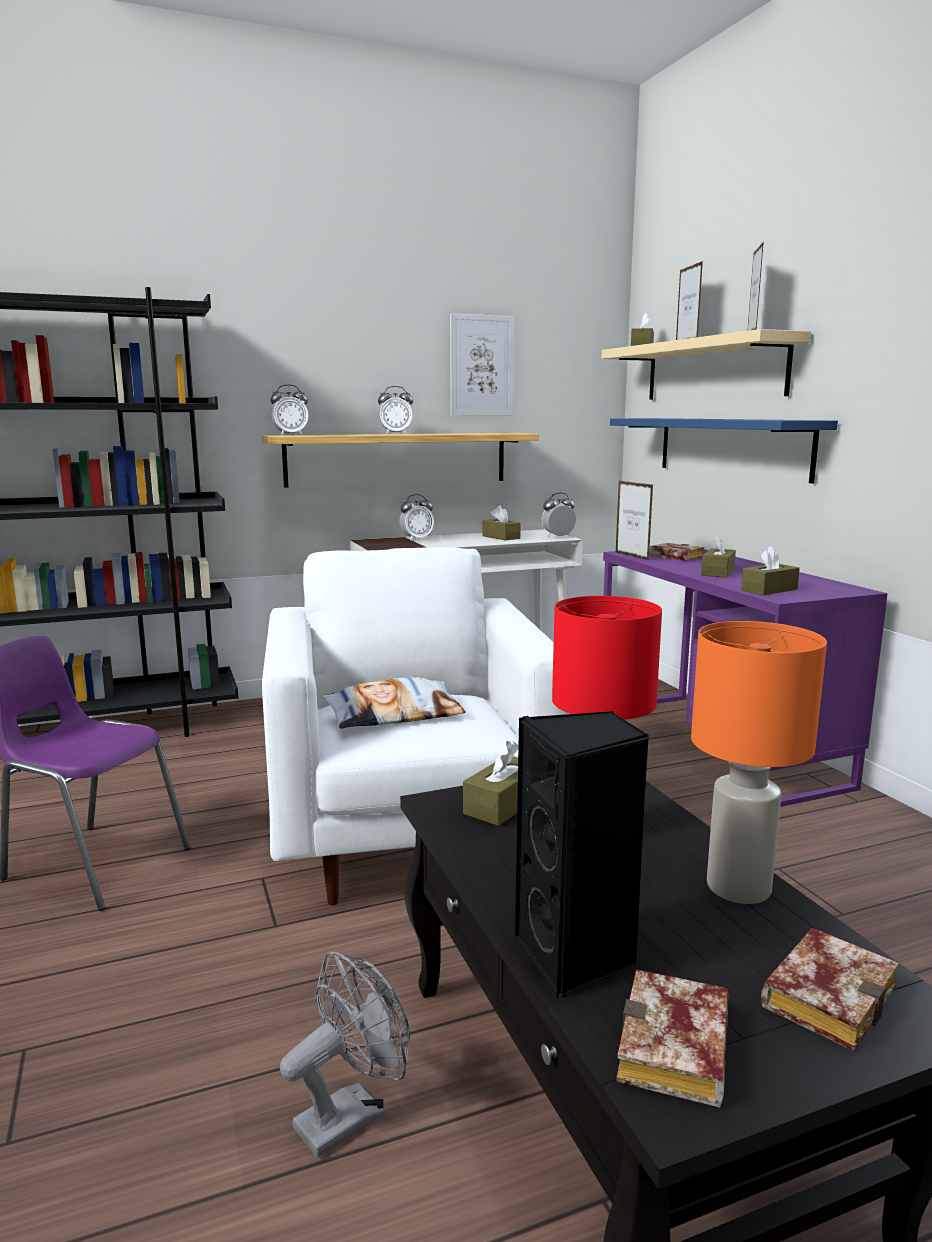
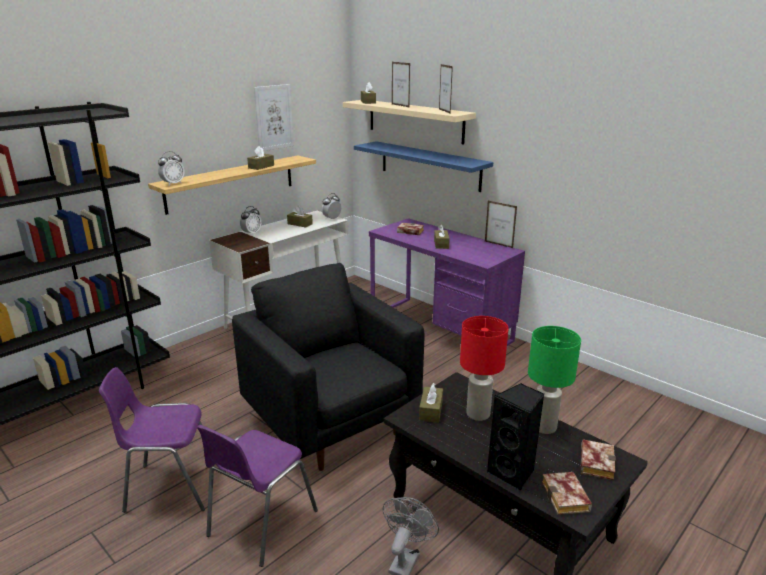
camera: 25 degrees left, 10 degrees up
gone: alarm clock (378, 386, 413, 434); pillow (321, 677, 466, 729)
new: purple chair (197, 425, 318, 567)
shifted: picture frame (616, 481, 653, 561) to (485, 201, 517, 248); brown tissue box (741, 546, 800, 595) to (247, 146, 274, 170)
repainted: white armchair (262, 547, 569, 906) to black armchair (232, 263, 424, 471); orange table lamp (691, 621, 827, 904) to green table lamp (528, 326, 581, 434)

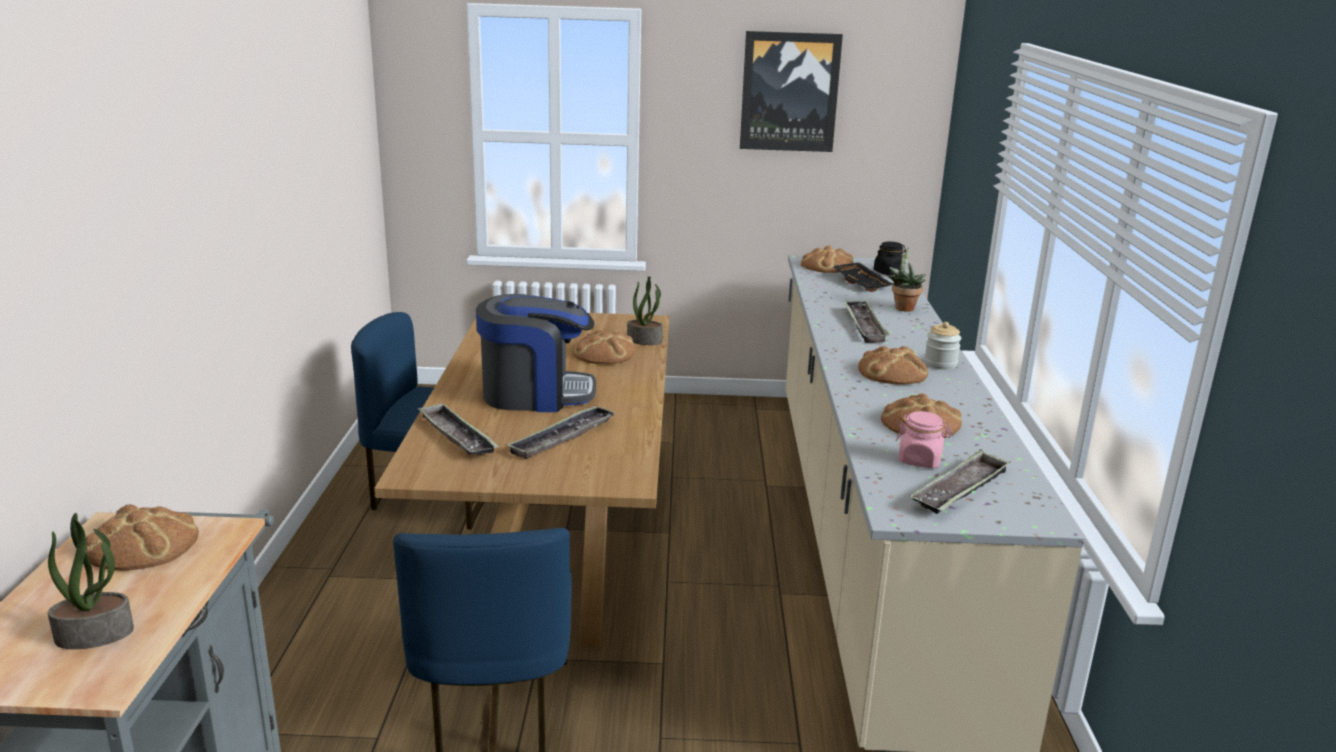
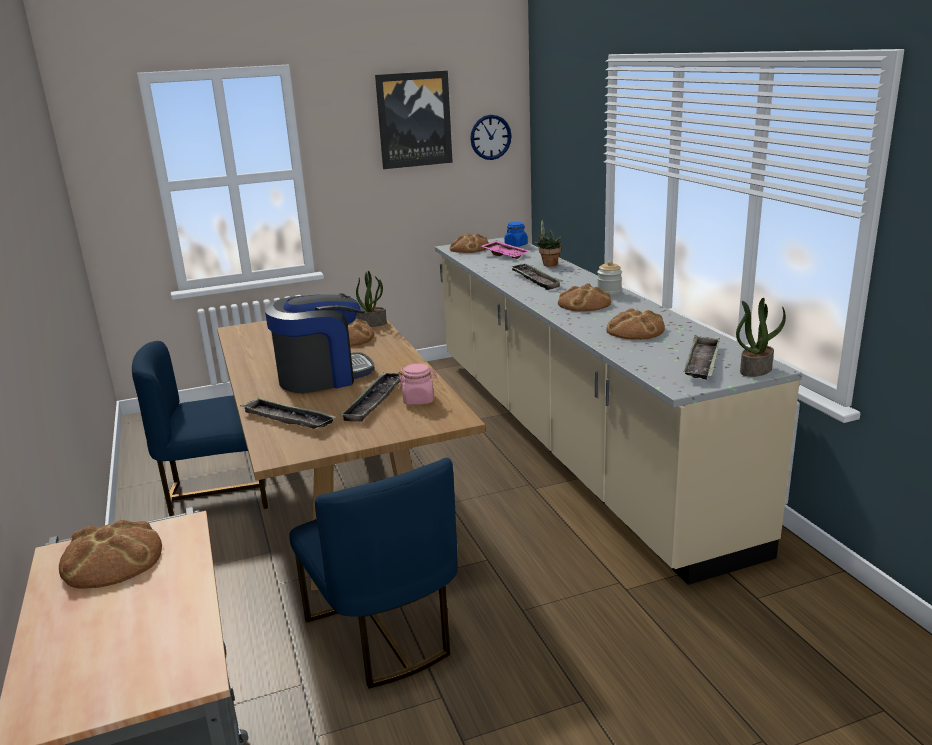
camera: 20 degrees left, 0 degrees up
new: wall clock (470, 115, 511, 160)
shifted: pink jar (895, 411, 952, 468) to (398, 363, 437, 405); potted plant (48, 513, 134, 649) to (736, 298, 786, 377)
repainted: black jar (874, 241, 906, 275) to blue jar (504, 222, 528, 247); black tray (832, 262, 892, 292) to pink tray (481, 241, 529, 259)

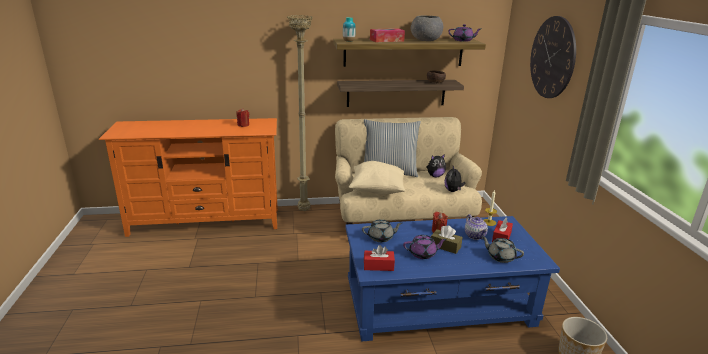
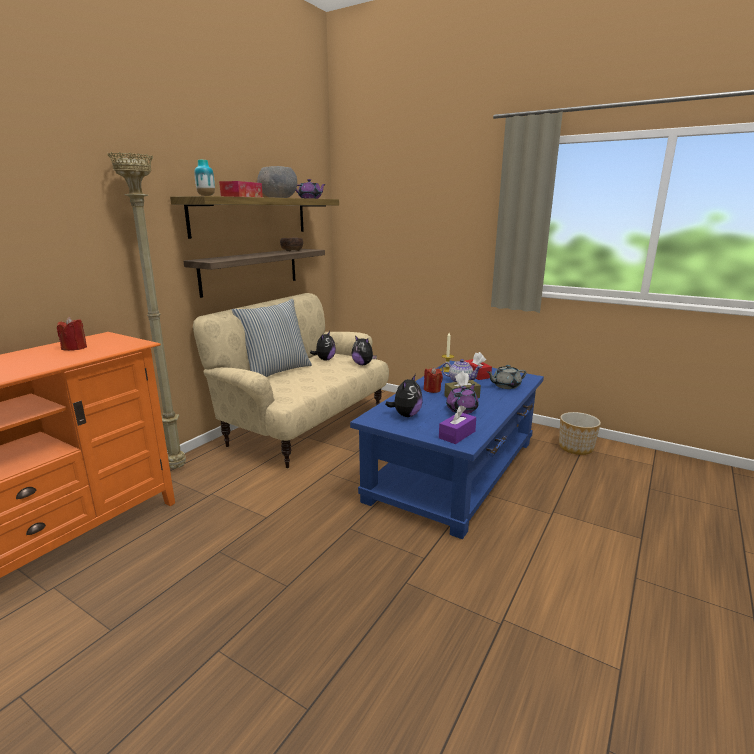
camera: 50 degrees left, 5 degrees down
gone: wall clock (530, 16, 576, 98); beige pillow (349, 161, 405, 194)
swapped: grey teapot (362, 220, 402, 242) to plush toy (385, 374, 423, 417)
repainted: red tissue box (364, 245, 395, 271) to purple tissue box (439, 405, 476, 444)

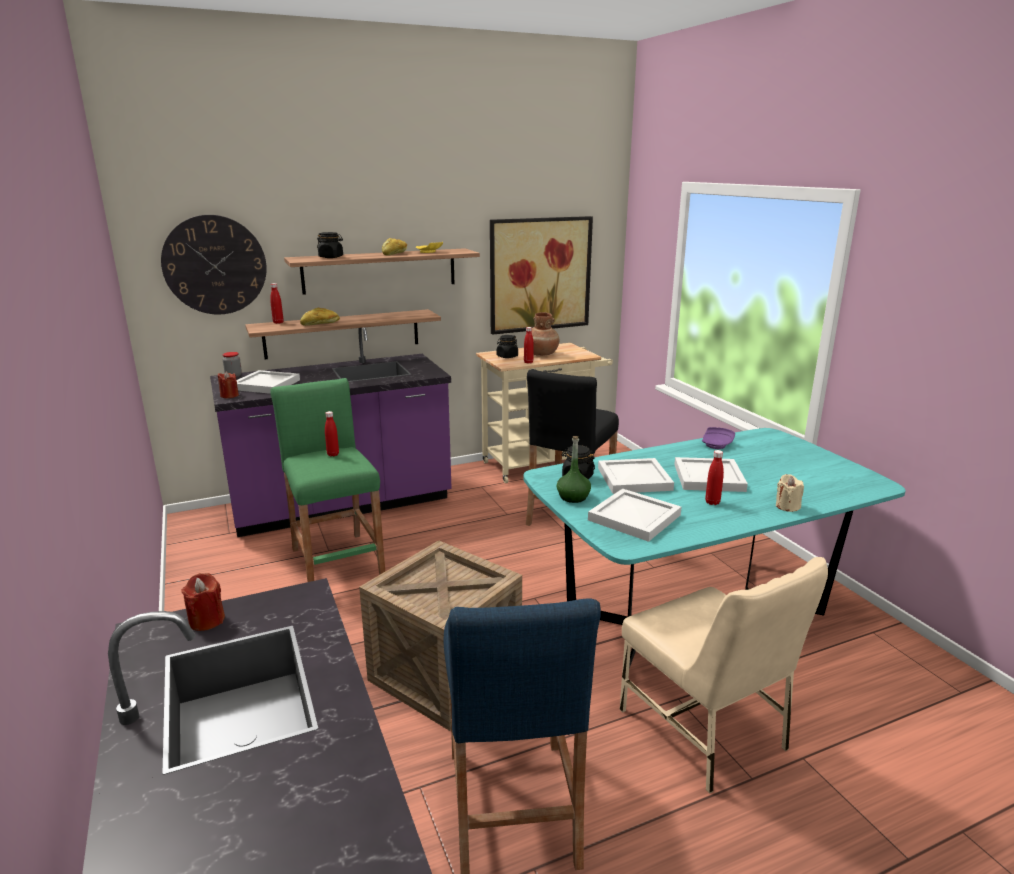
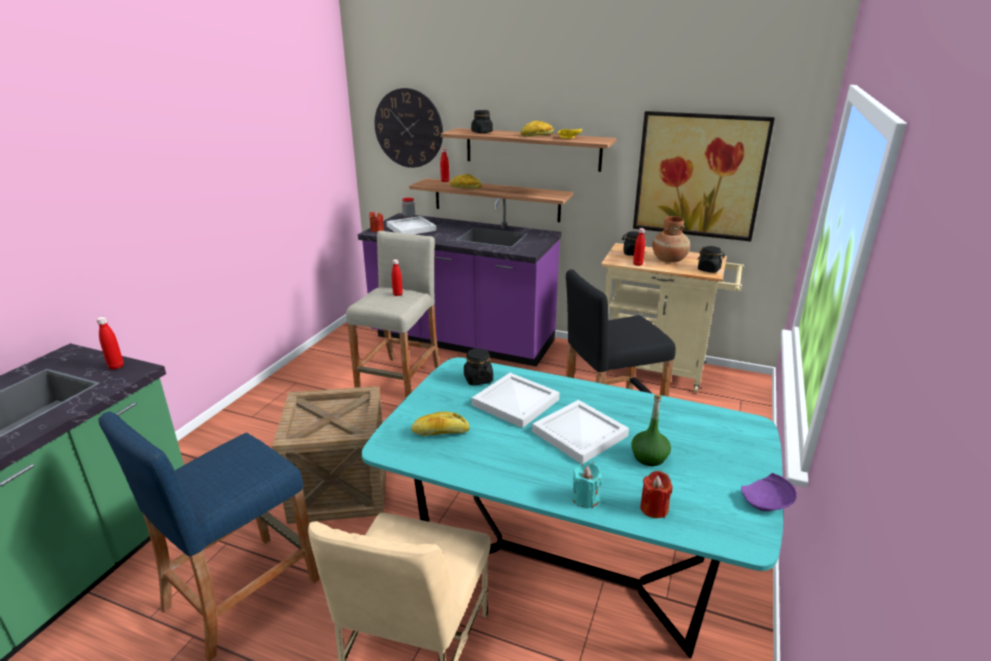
camera: 45 degrees right, 5 degrees up
new: black jar (697, 246, 725, 273)
shifted: purple plate (702, 427, 735, 449) to (741, 473, 797, 511); green bottle (557, 436, 591, 503) to (631, 394, 671, 466); red bottle (705, 450, 724, 505) to (96, 317, 124, 370); red candle (181, 573, 225, 631) to (640, 471, 673, 518)
swapped: white tray (588, 488, 681, 542) to bread (411, 412, 470, 436)
repainted: green stool (270, 378, 385, 582) to beige stool (346, 231, 440, 398); beige candle (776, 474, 804, 512) to turquoise candle (572, 462, 602, 508)

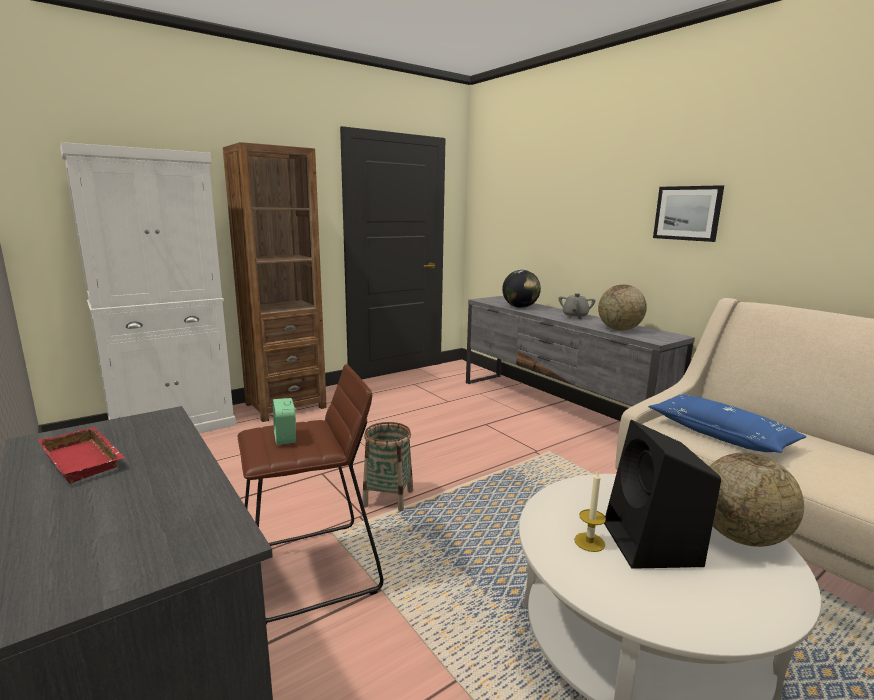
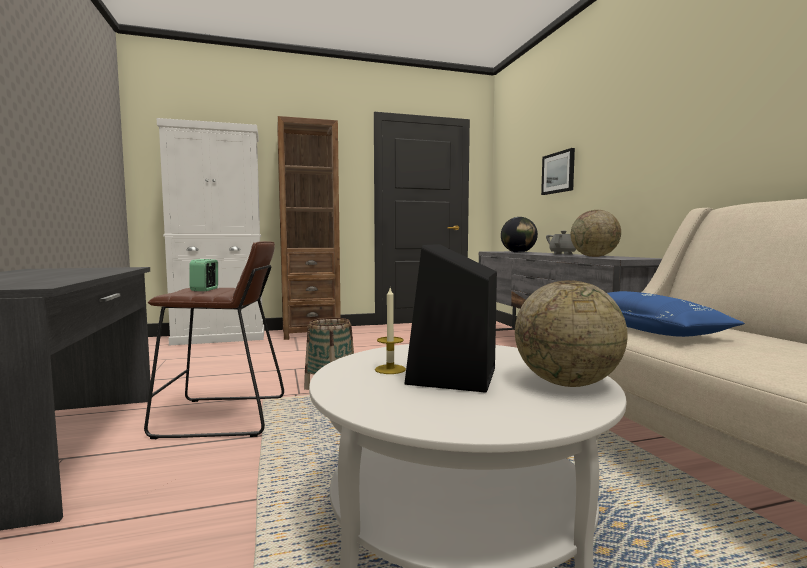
camera: 20 degrees right, 10 degrees down
gone: red tray (38, 427, 125, 484)
shifted: picture (653, 185, 724, 242) to (541, 148, 575, 195)

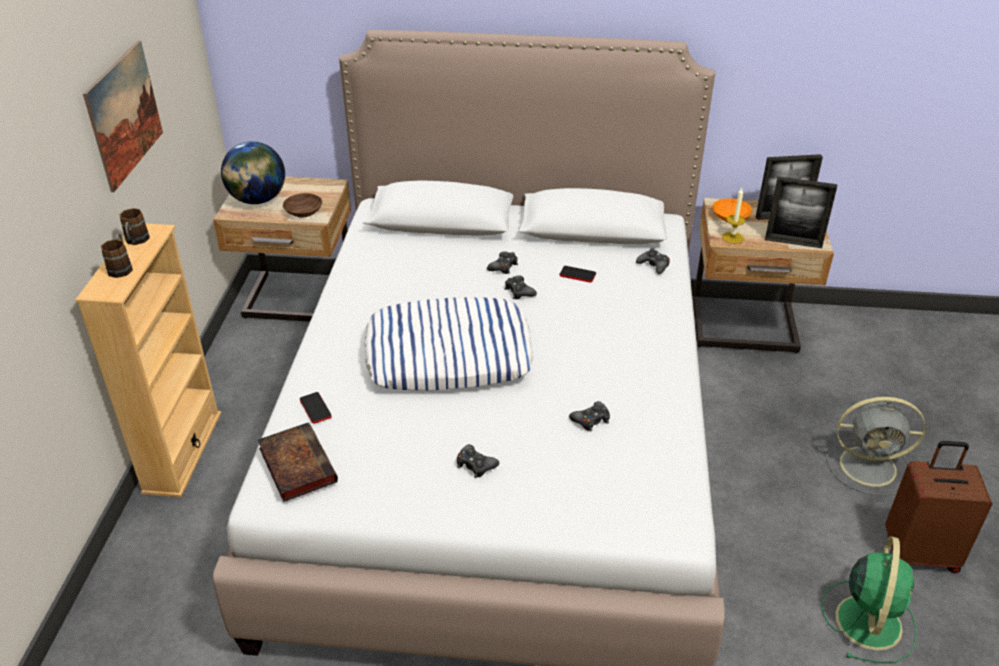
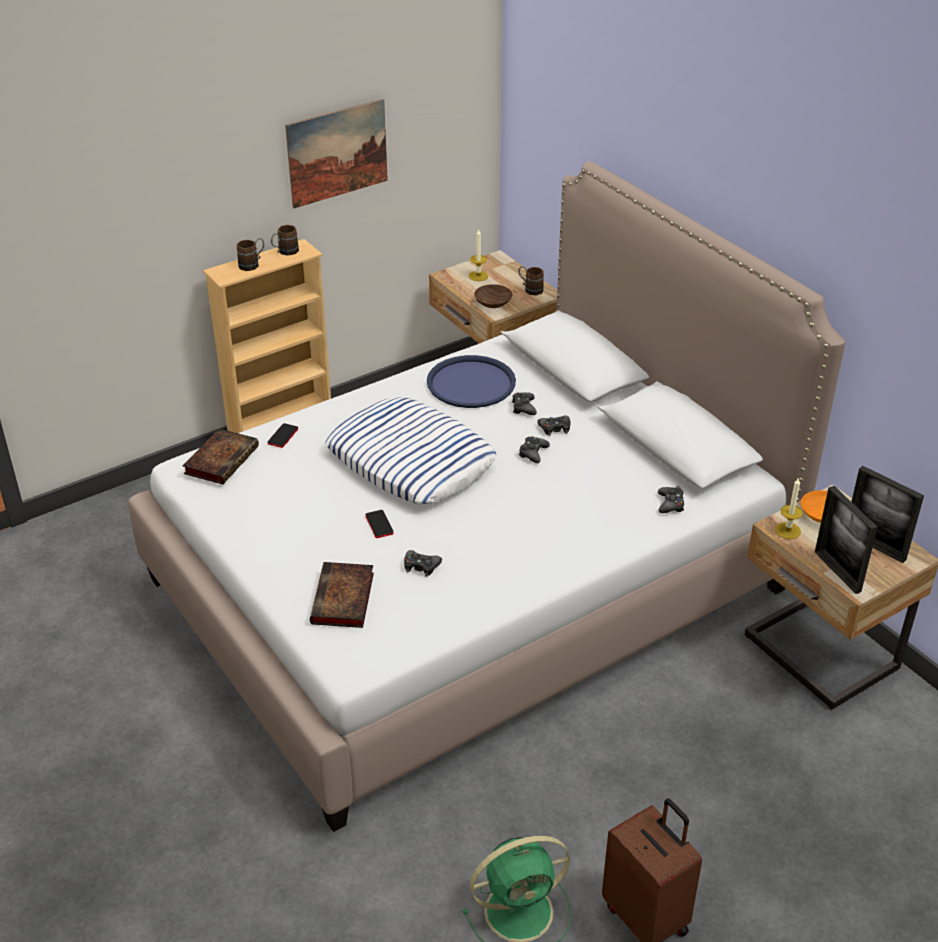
camera: 50 degrees right, 0 degrees up
gone: grey fan (824, 397, 926, 496)
new: brown mug (519, 266, 544, 295); blue tray (427, 355, 516, 408); book (310, 562, 374, 628)
shifted: phone (560, 266, 596, 283) to (365, 510, 394, 538); black game controller (457, 444, 499, 478) to (512, 392, 537, 415)
swapped: globe (221, 141, 285, 204) to candle (469, 230, 488, 281)

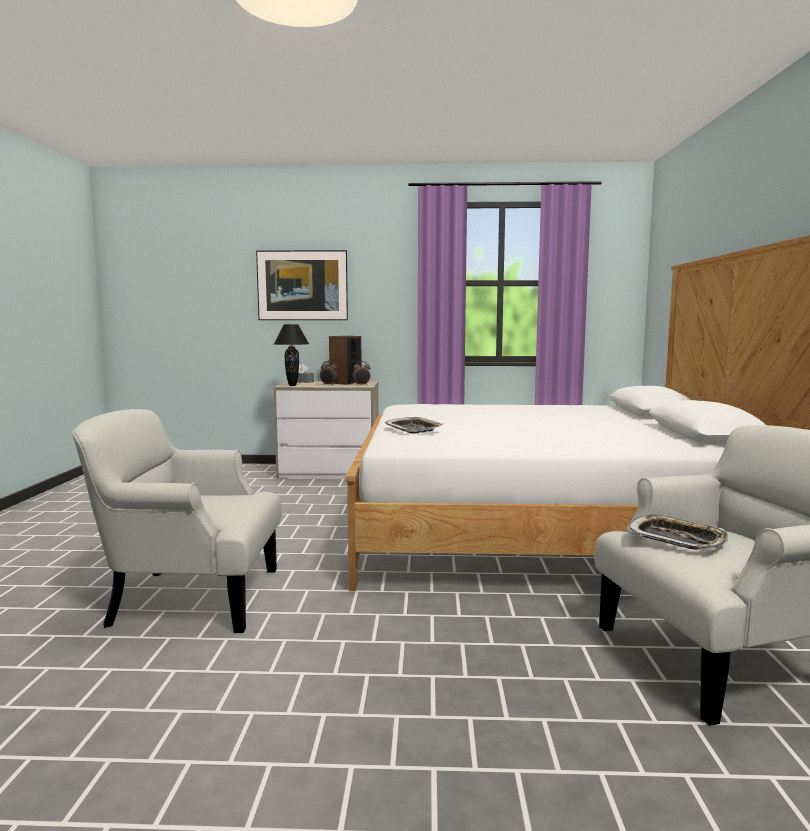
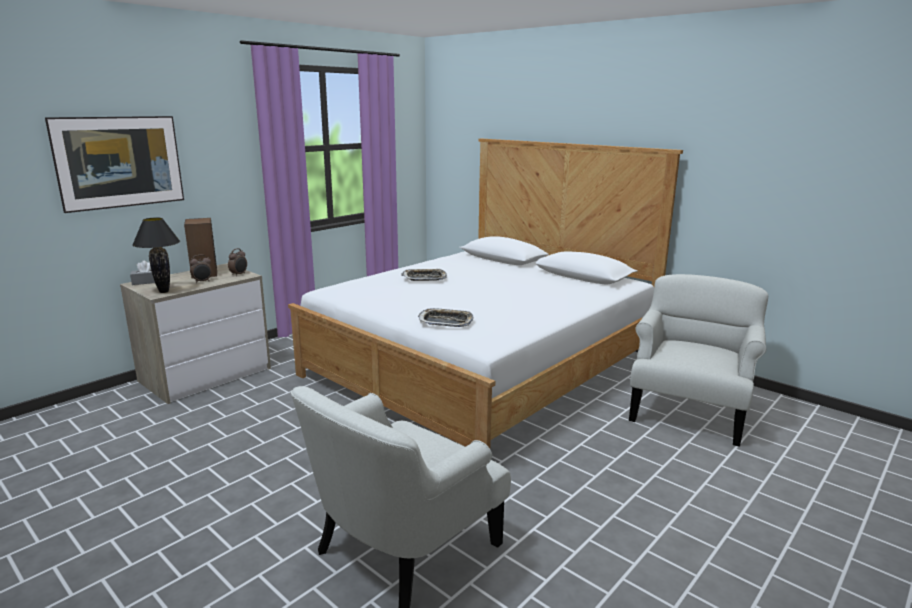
camera: 50 degrees left, 10 degrees up
shifted: tray (629, 515, 729, 551) to (402, 269, 447, 281)

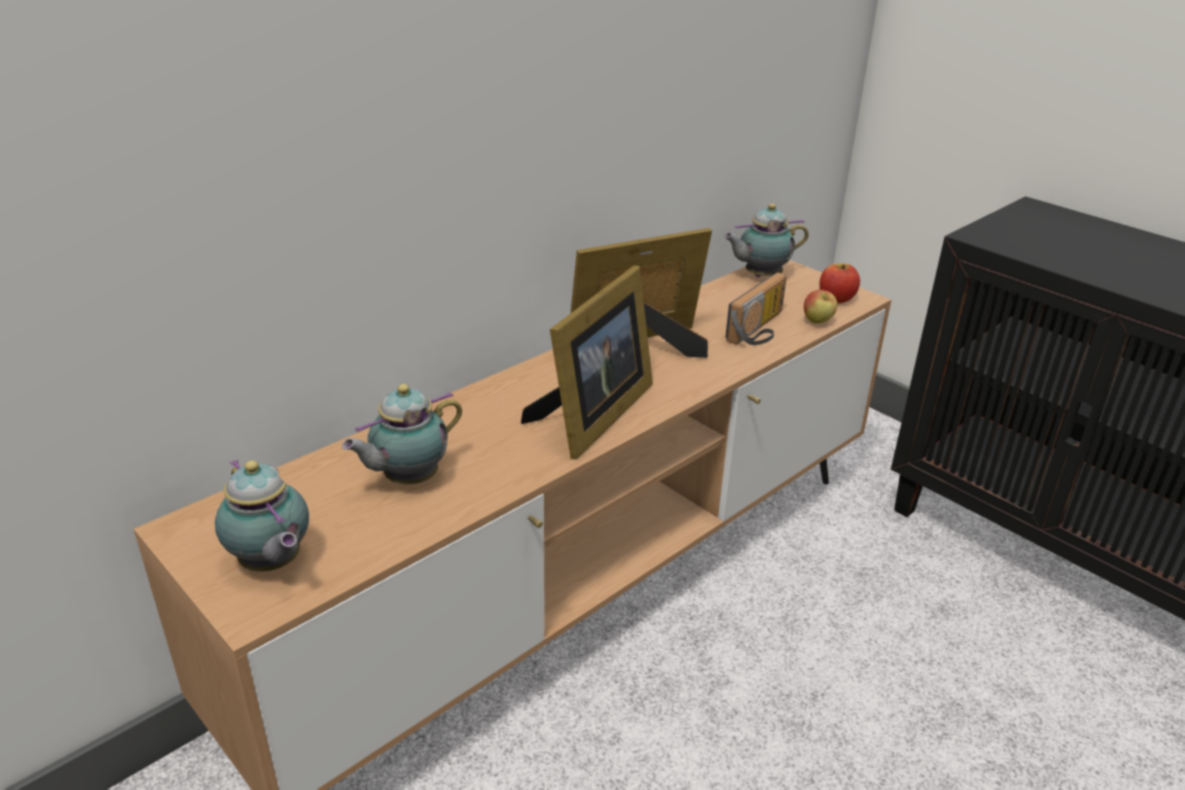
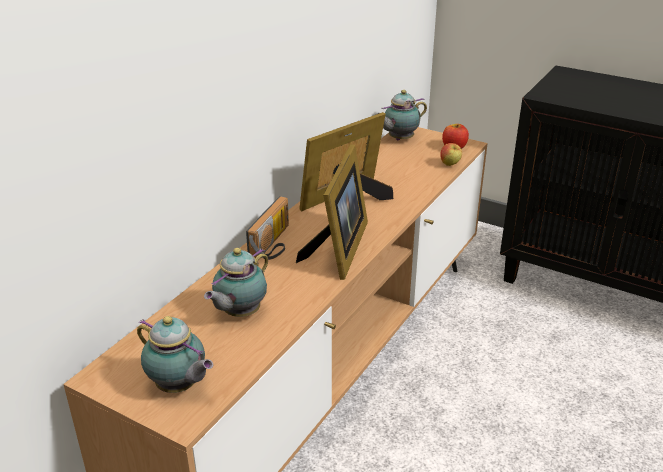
camera: 15 degrees left, 0 degrees up
shifted: radio (725, 272, 787, 345) to (246, 196, 289, 260)

